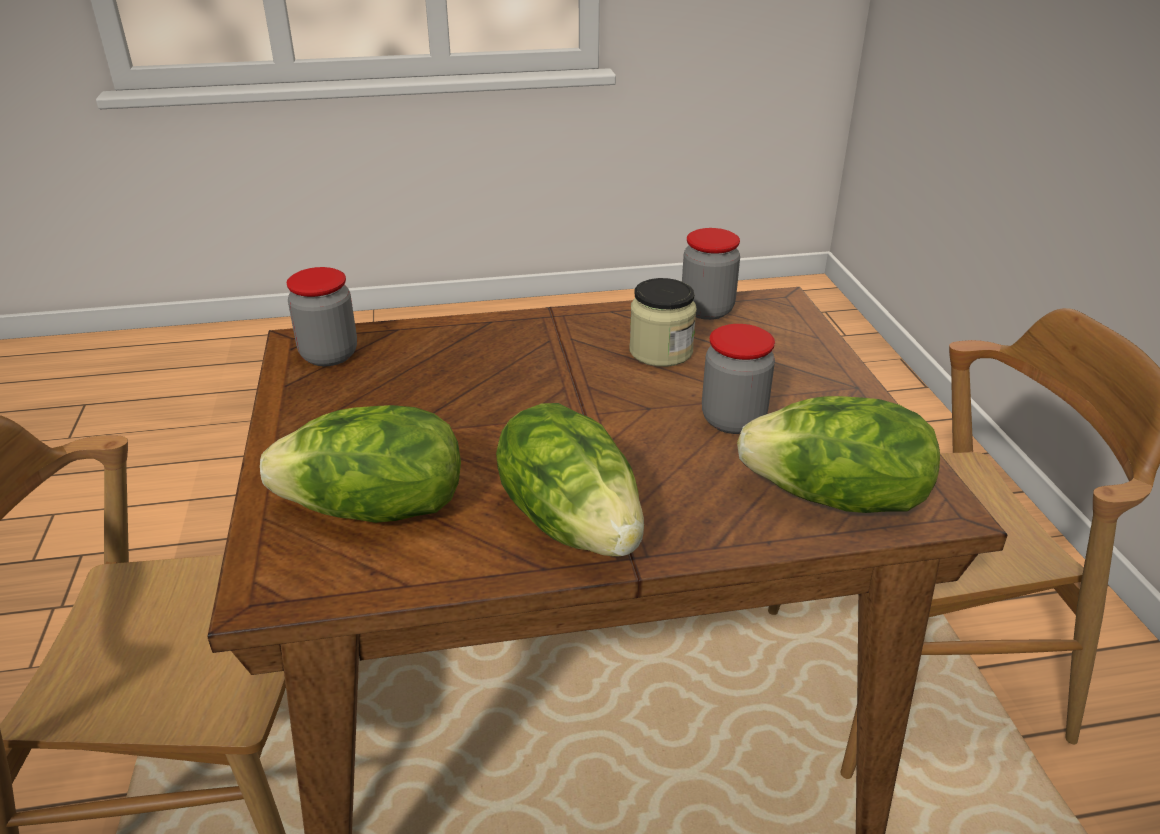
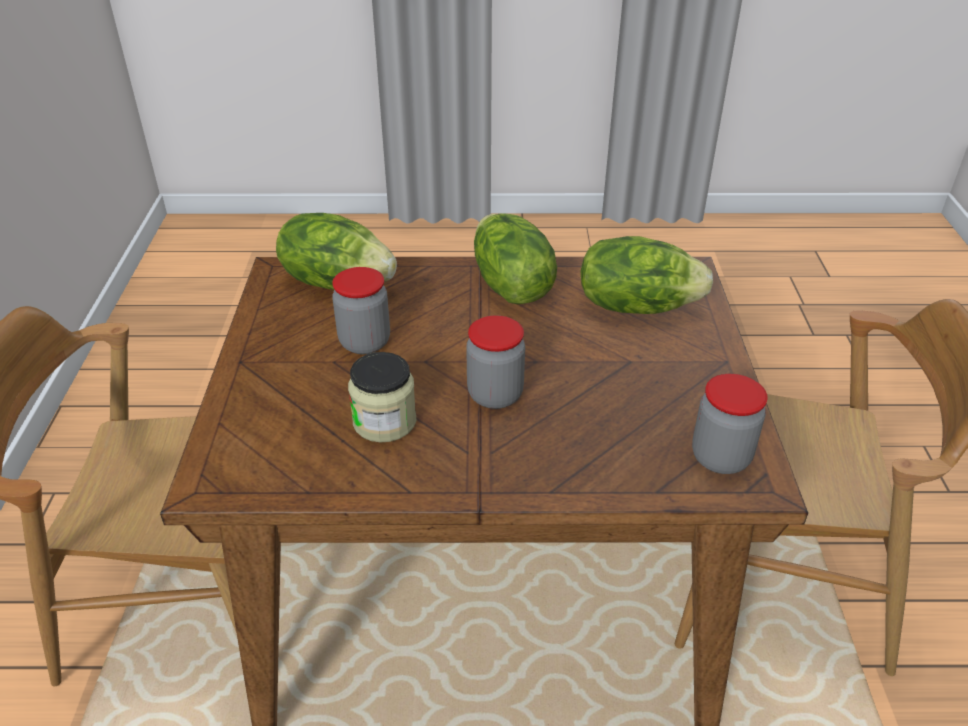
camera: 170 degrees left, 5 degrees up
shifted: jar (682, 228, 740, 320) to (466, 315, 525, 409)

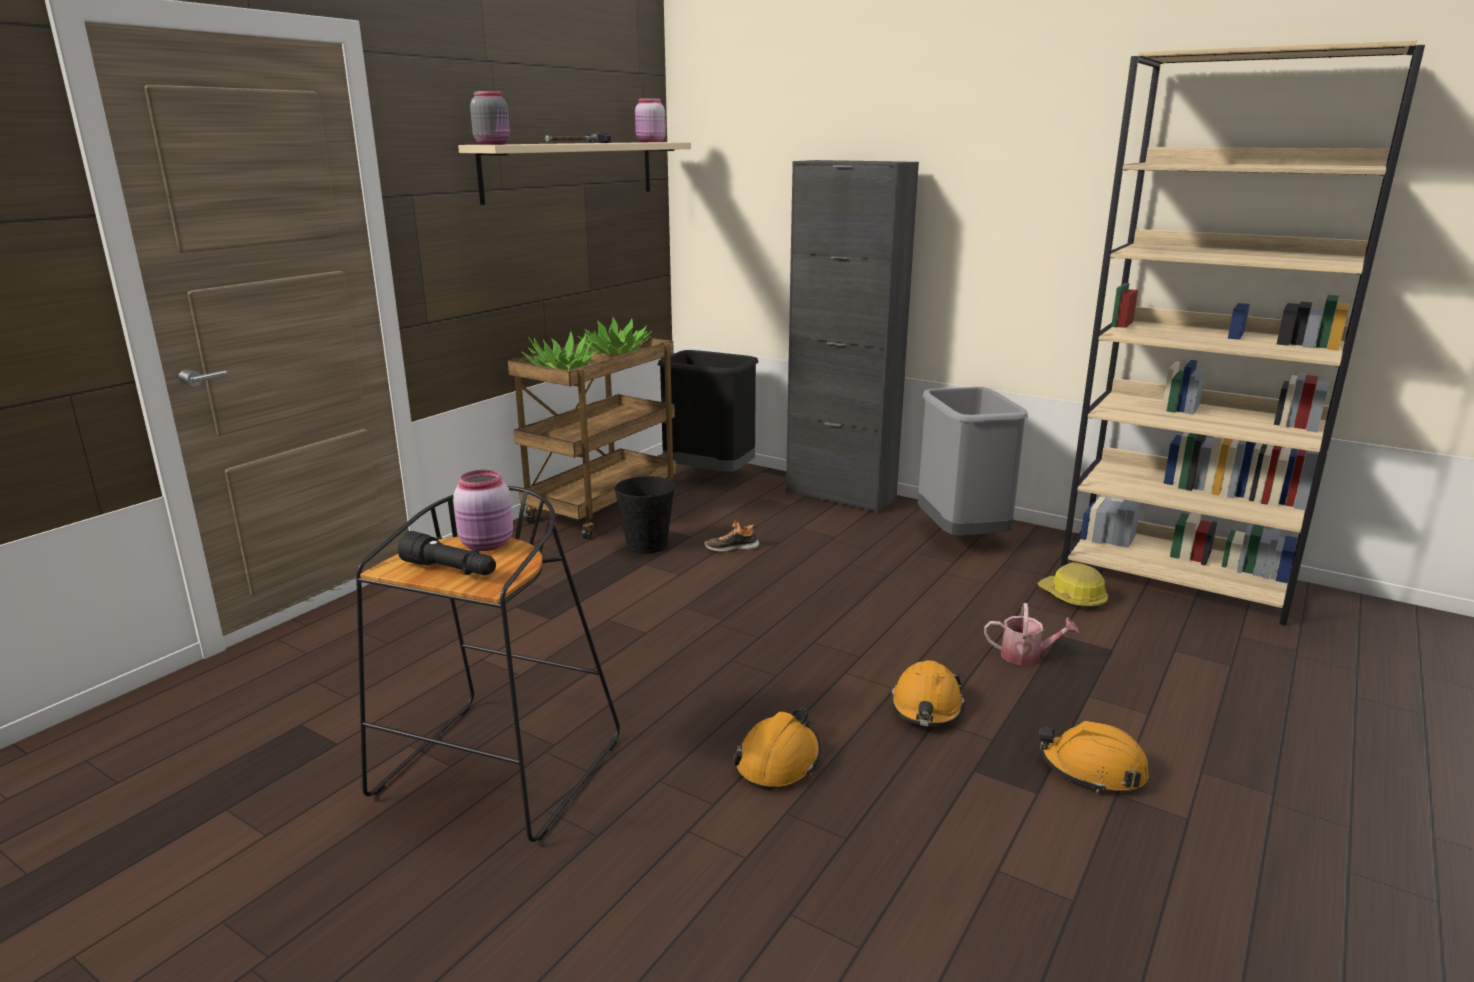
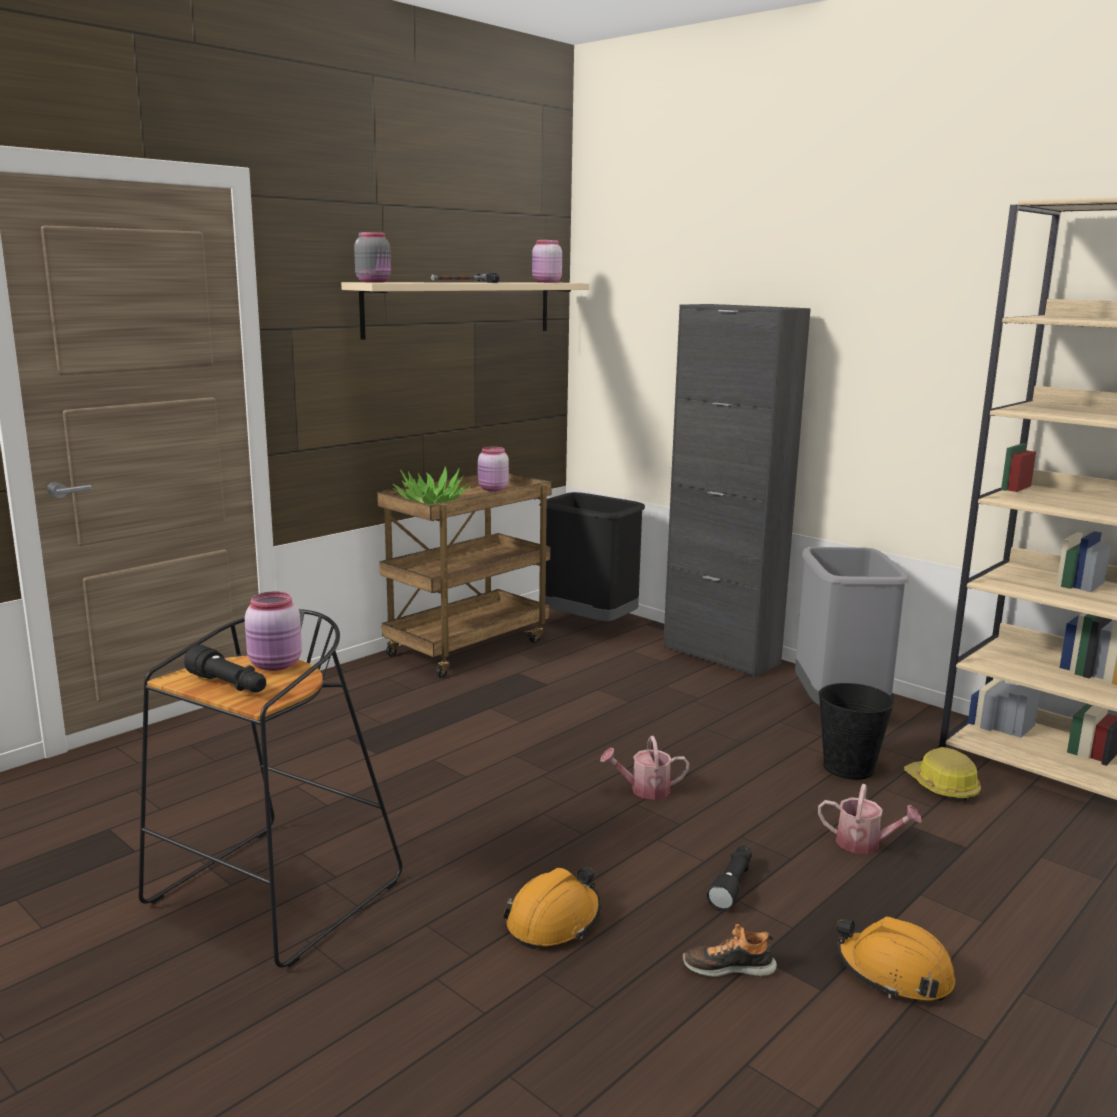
camera: 10 degrees right, 5 degrees down
new: watering can (600, 736, 690, 800)
shifted: black bucket (614, 476, 676, 554) to (819, 683, 895, 780); shoe (704, 521, 759, 552) to (682, 924, 777, 977)
swapped: potted plant (578, 316, 652, 354) to pink jar (478, 446, 509, 491); orange hard hat (890, 660, 965, 727) to black flashlight (707, 846, 752, 911)

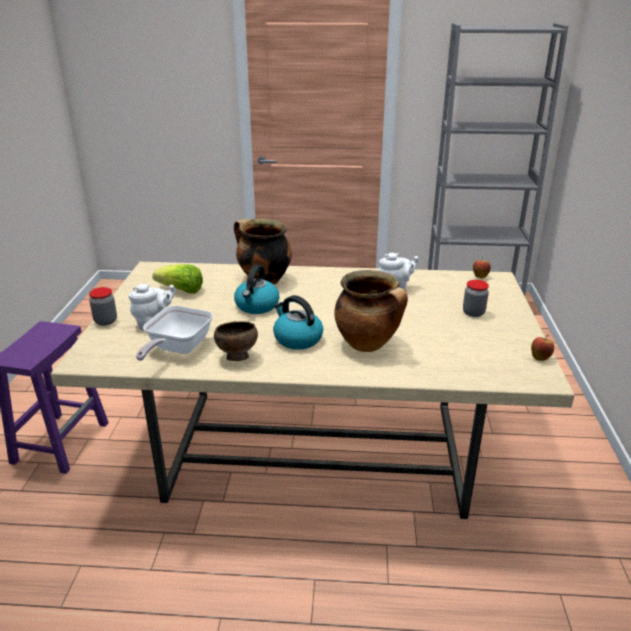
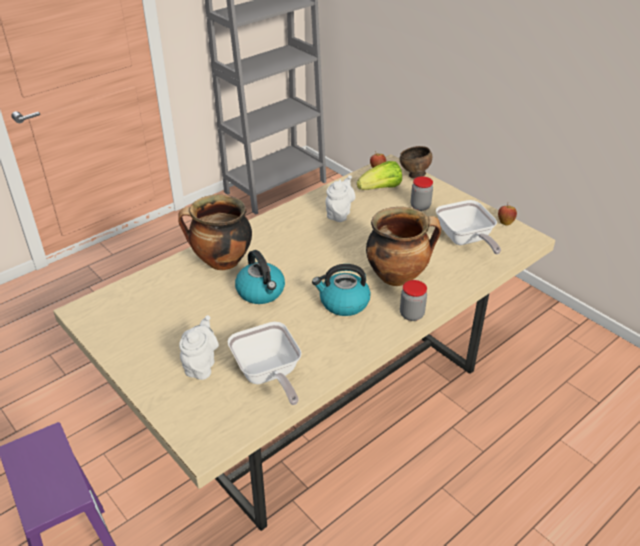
camera: 45 degrees left, 10 degrees up
new: frying pan (436, 200, 501, 254)
shifted: lettuce (152, 264, 203, 294) to (357, 161, 402, 190); jar (89, 287, 117, 326) to (400, 280, 427, 321); brown bowl (214, 321, 258, 361) to (400, 146, 432, 179)

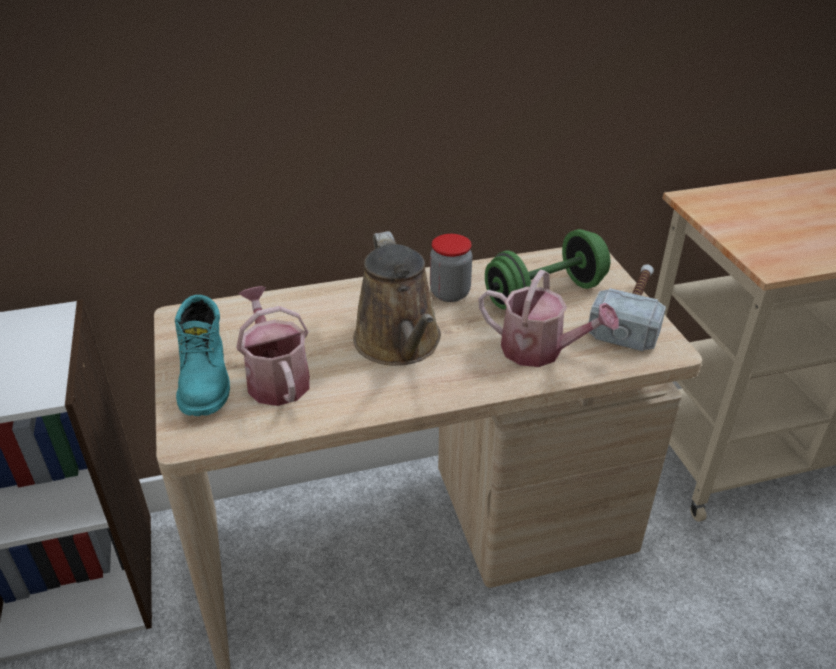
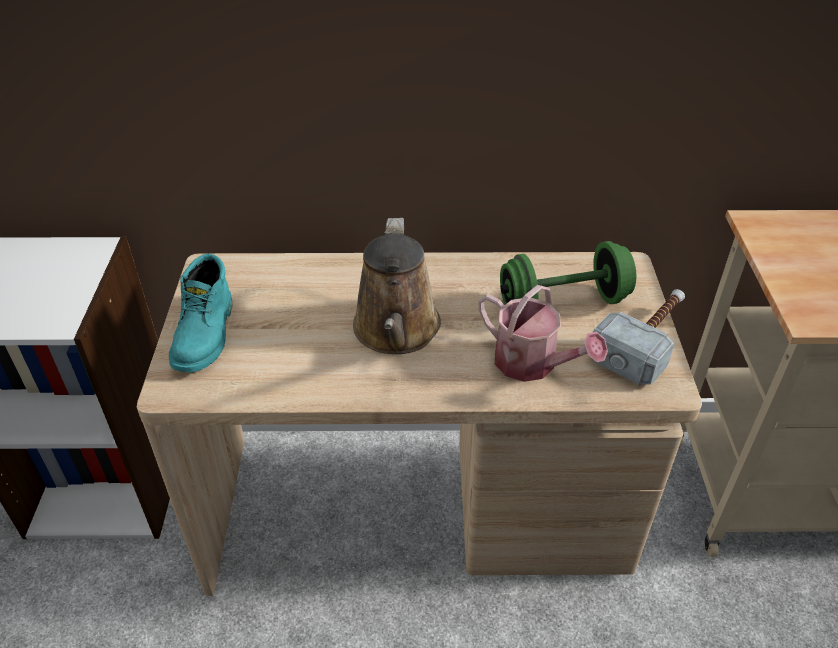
camera: 15 degrees right, 5 degrees up
gone: jar (430, 234, 472, 302); watering can (236, 286, 310, 406)

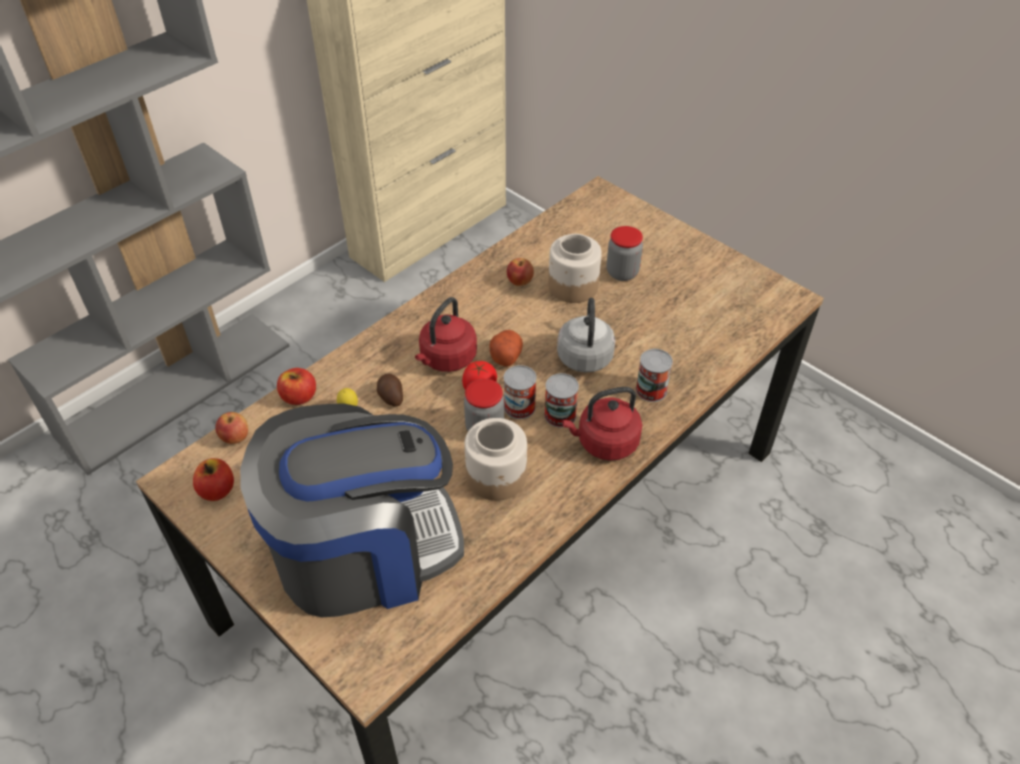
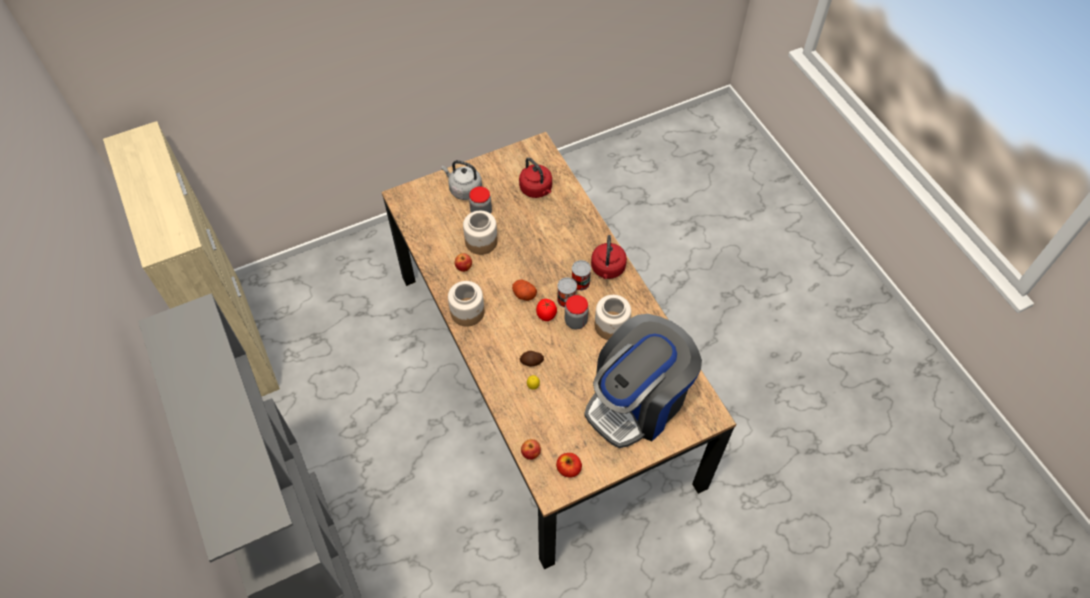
camera: 70 degrees left, 10 degrees up
gone: can (636, 349, 673, 402); apple (277, 368, 316, 405)
new: jar (448, 281, 485, 327)
shifted: red kettle (415, 297, 477, 372) to (519, 158, 552, 198); grey kettle (557, 298, 615, 373) to (442, 160, 482, 200)
rotated: coffee machine (240, 403, 464, 617) = (584, 314, 702, 448) 135 degrees counterclockwise

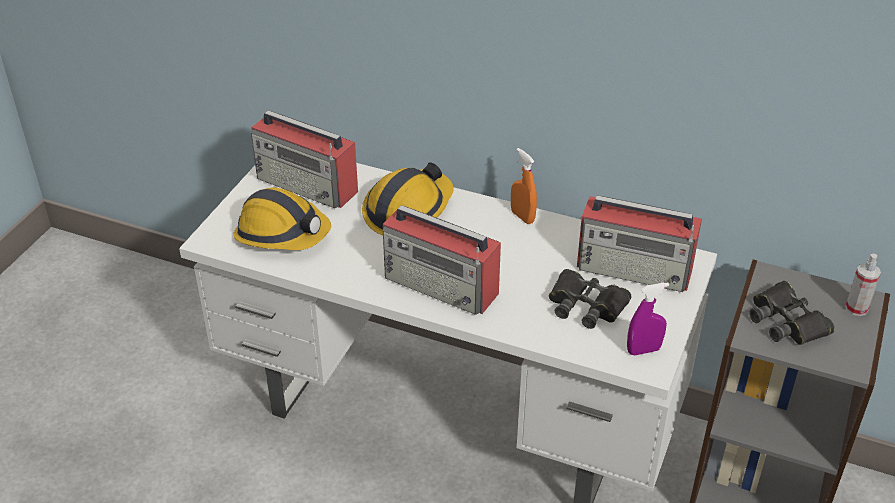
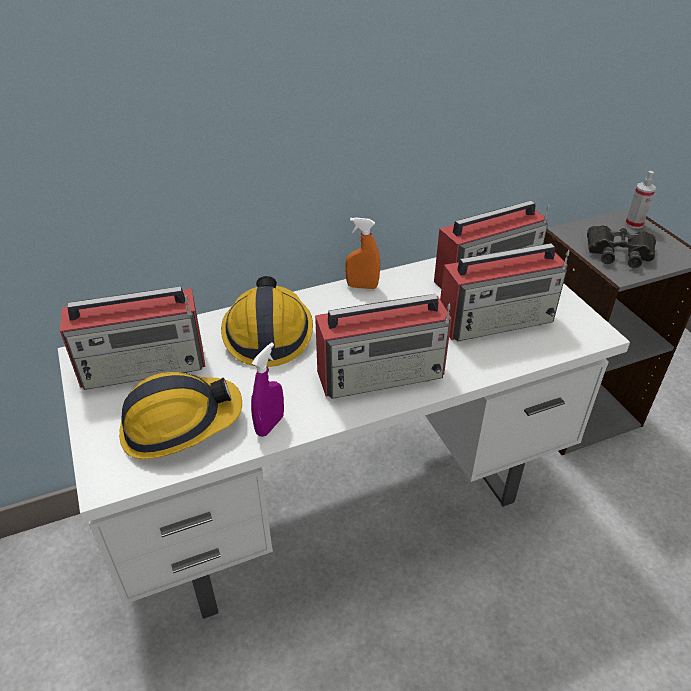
camera: 45 degrees left, 0 degrees up
shifted: purple spray bottle (627, 282, 669, 355) to (251, 342, 284, 437)
swapped: black binoculars (549, 269, 631, 329) to radio (440, 243, 569, 341)

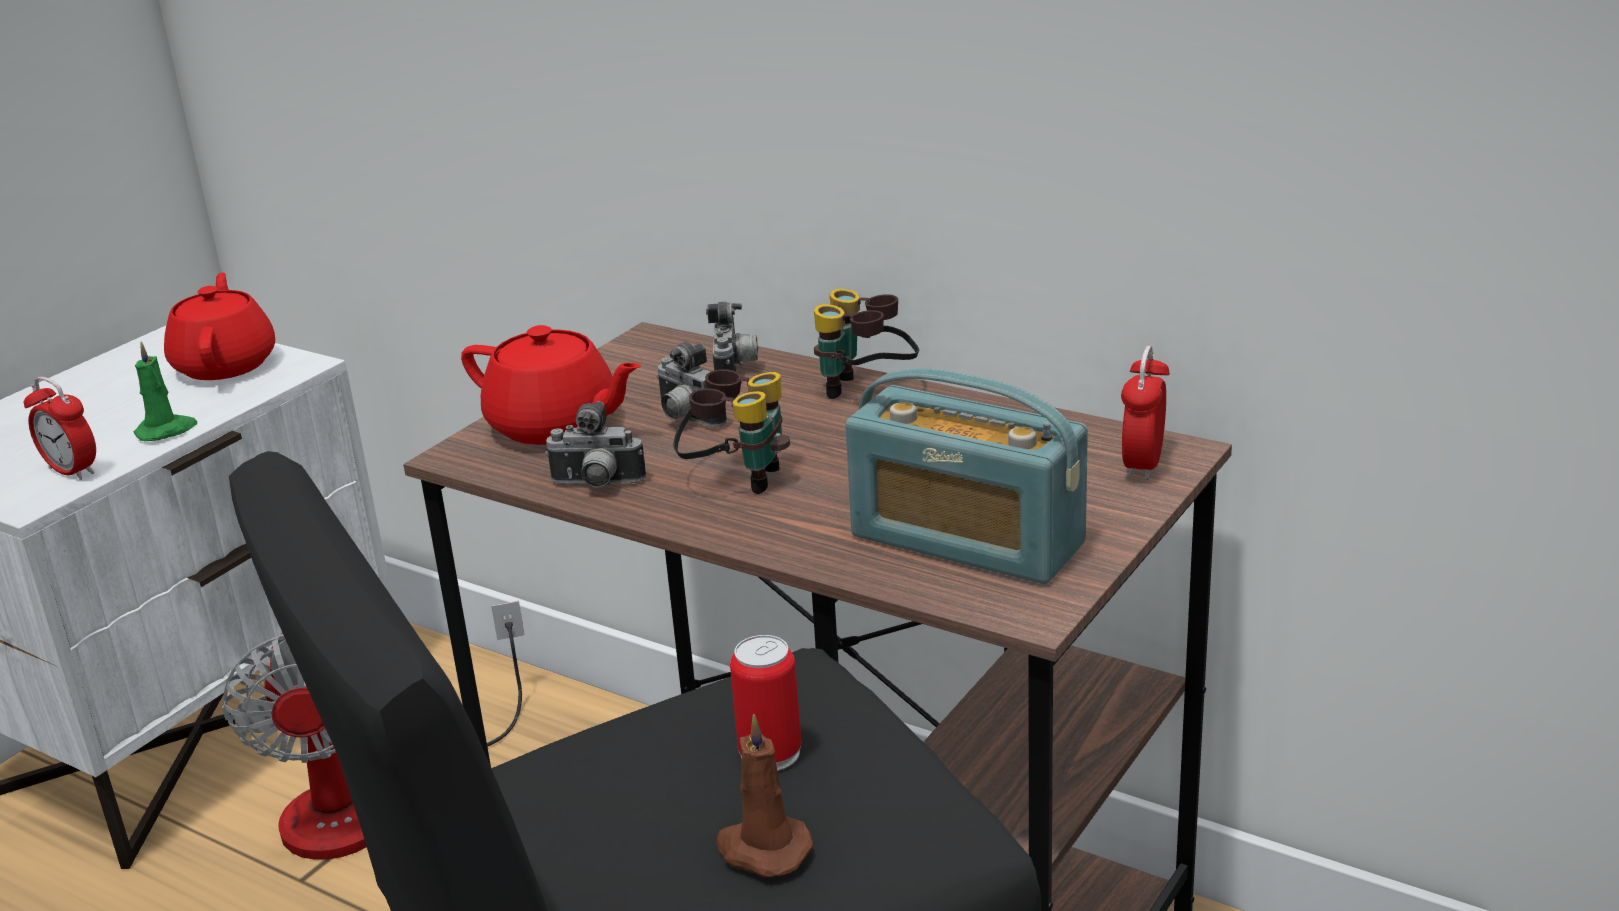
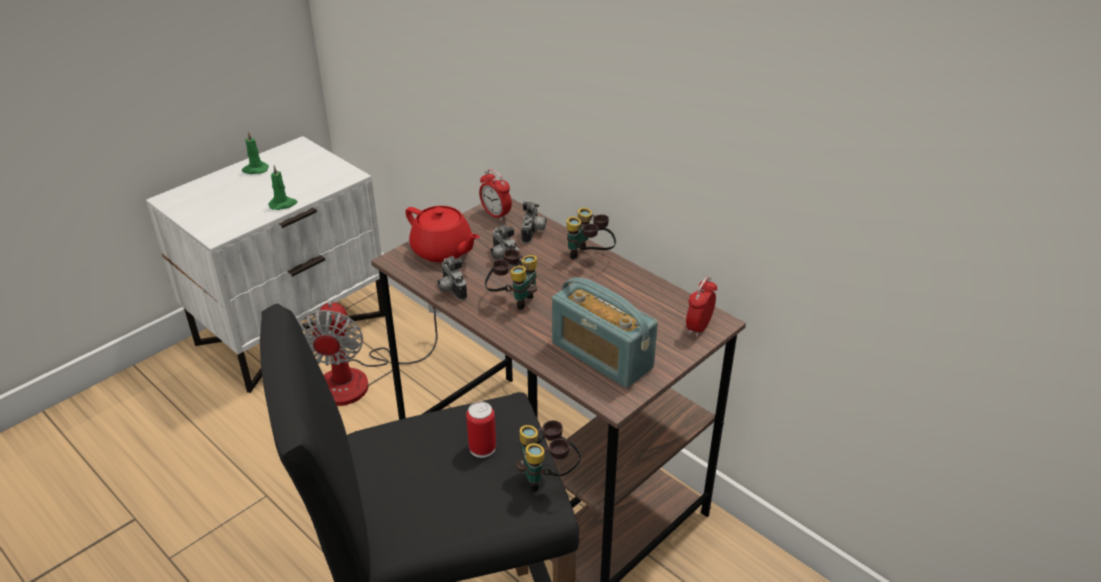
camera: 10 degrees right, 10 degrees up
gone: red teapot (164, 272, 275, 380); brown candle (716, 714, 814, 877)
new: green candle (242, 131, 269, 174); binoculars (516, 420, 581, 492)
shifted: alarm clock (23, 376, 96, 480) to (479, 169, 512, 221)
rotated: photo camera (545, 401, 646, 487) = (438, 256, 467, 300) 45 degrees clockwise

